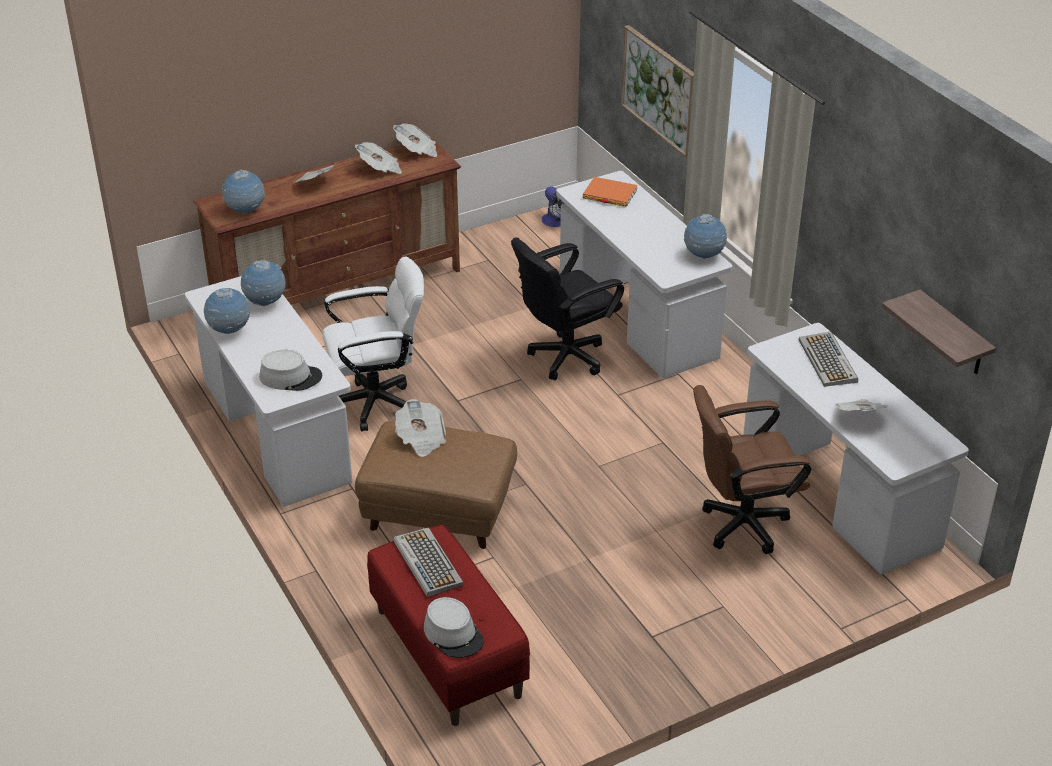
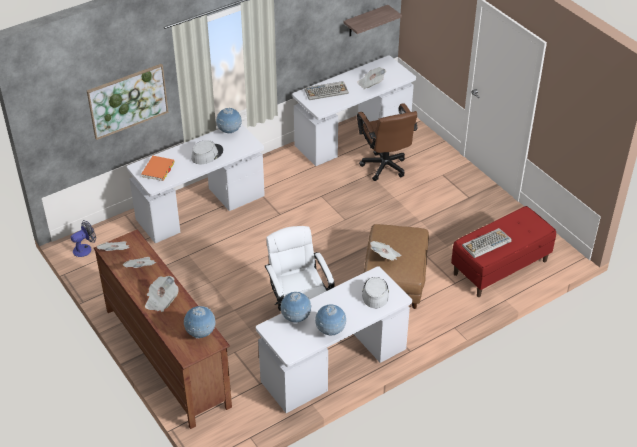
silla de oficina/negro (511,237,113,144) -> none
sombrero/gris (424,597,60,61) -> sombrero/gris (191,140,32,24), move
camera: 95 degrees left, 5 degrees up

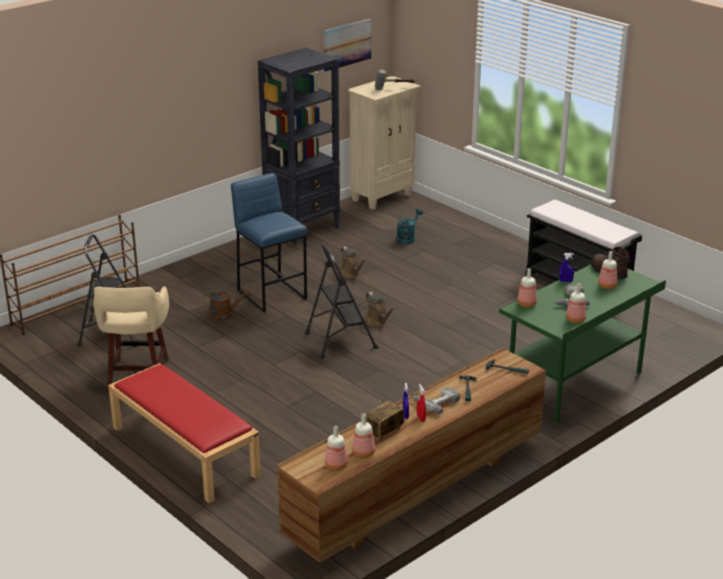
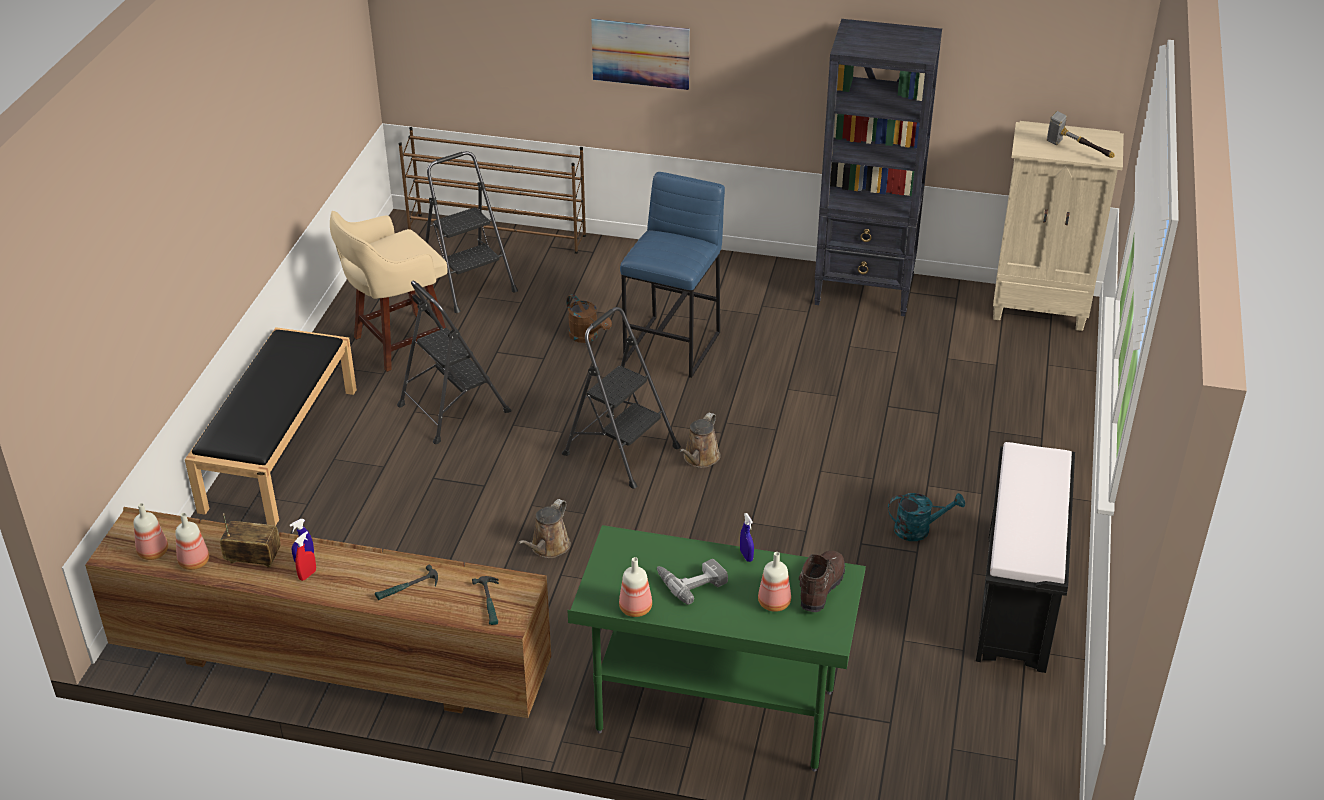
taladro (412,387,48,27) -> none
botella (517,268,20,39) -> none
none -> escalera de tijera/negro (397,281,115,163)
cuadro (323,19,48,53) -> cuadro (591,19,99,71), move
regadera/marrón (340,246,26,32) -> regadera/marrón (518,499,53,59), move
regadera/turquesa (396,209,27,35) -> regadera/turquesa (888,493,77,48), move
banco/rojo (108,363,153,140) -> banco/negro (185,327,172,199)
camera: 55 degrees right, 10 degrees up

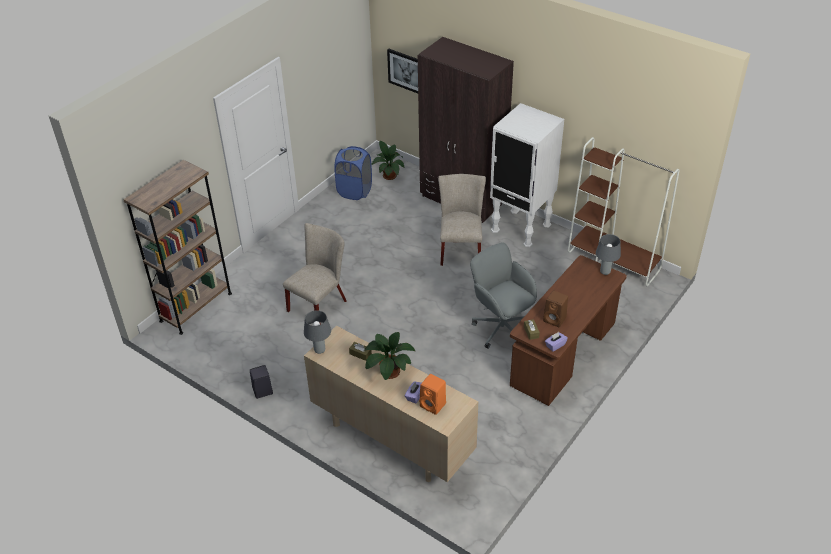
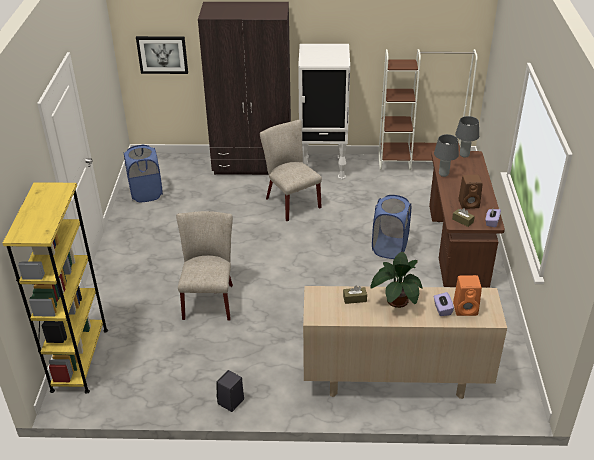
planta en maceta (371,141,33,39) -> none
lámpara de mesa/gris (304,310,27,44) -> lámpara de mesa/gris (434,134,25,43), move
silla de oficina/gris (470,242,67,107) -> cesto de la ropa/azul (372,195,39,64)
estantería/marrón (123,160,109,175) -> estantería/amarillo (3,182,105,212)
camera: 35 degrees left, 5 degrees down

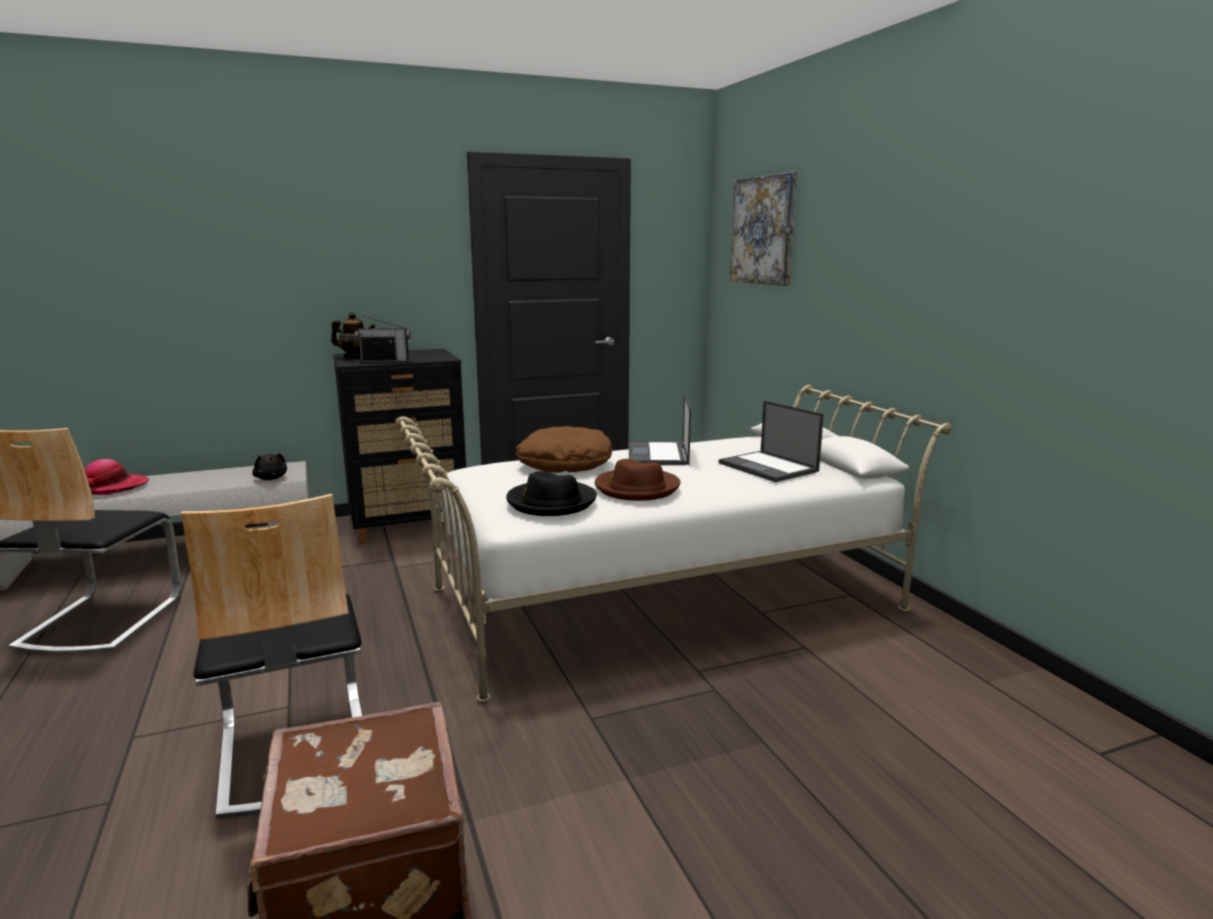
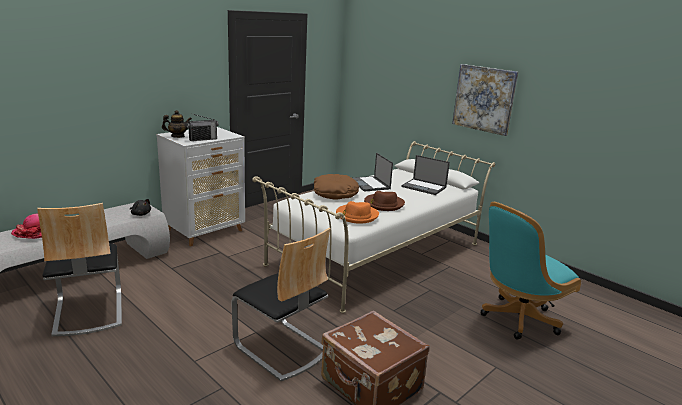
none -> silla de oficina/turquesa (481,202,100,138)
cuadro (730,172,67,114) -> cuadro (452,64,66,72), move
cómoda/negro (333,349,133,195) -> cómoda/blanco (156,127,89,119)
sombrero/negro (506,471,91,45) -> sombrero/naranja (336,201,43,23)
camera: 25 degrees left, 5 degrees up

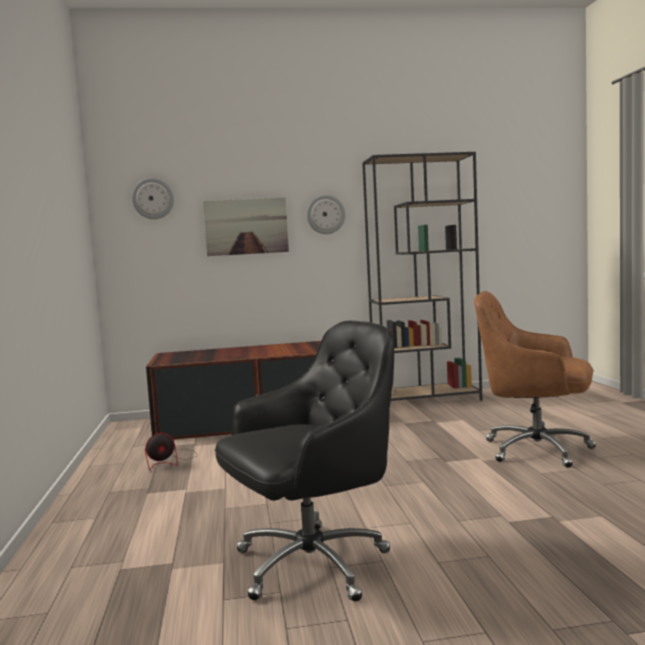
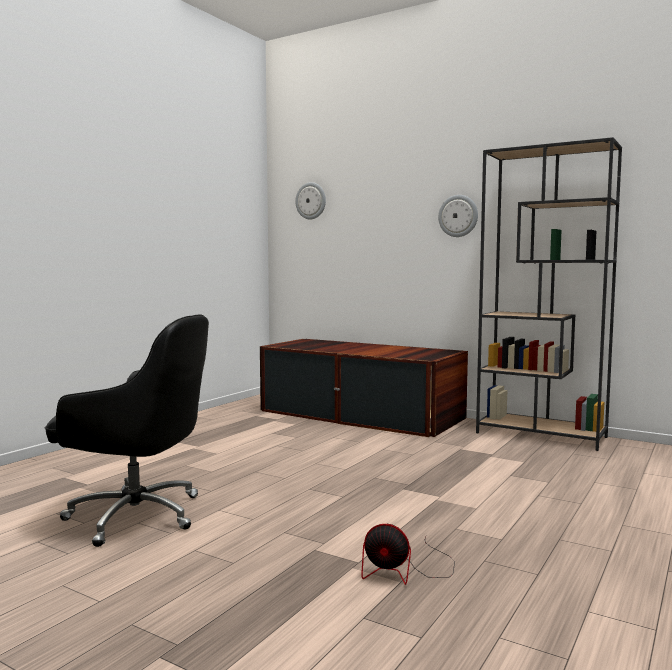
cuadro (203,197,86,59) -> none
silla de oficina/marrón (474,291,122,177) -> none
ventilador (145,433,53,37) -> ventilador (361,524,94,61), move
camera: 40 degrees right, 0 degrees up

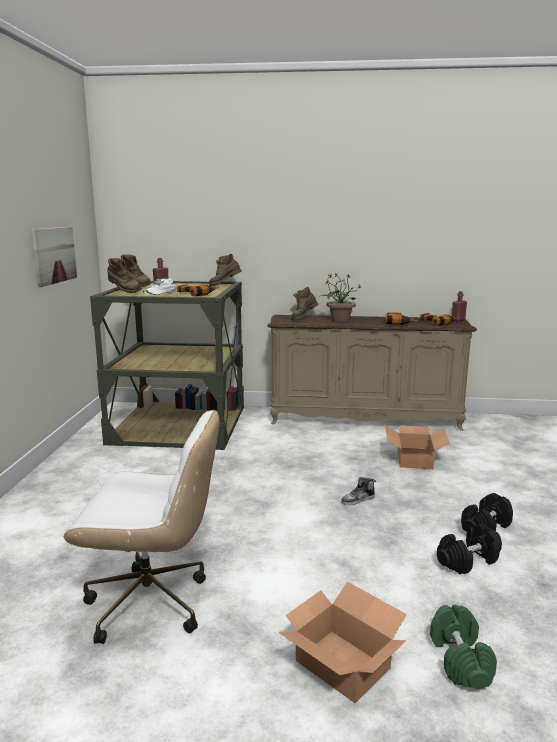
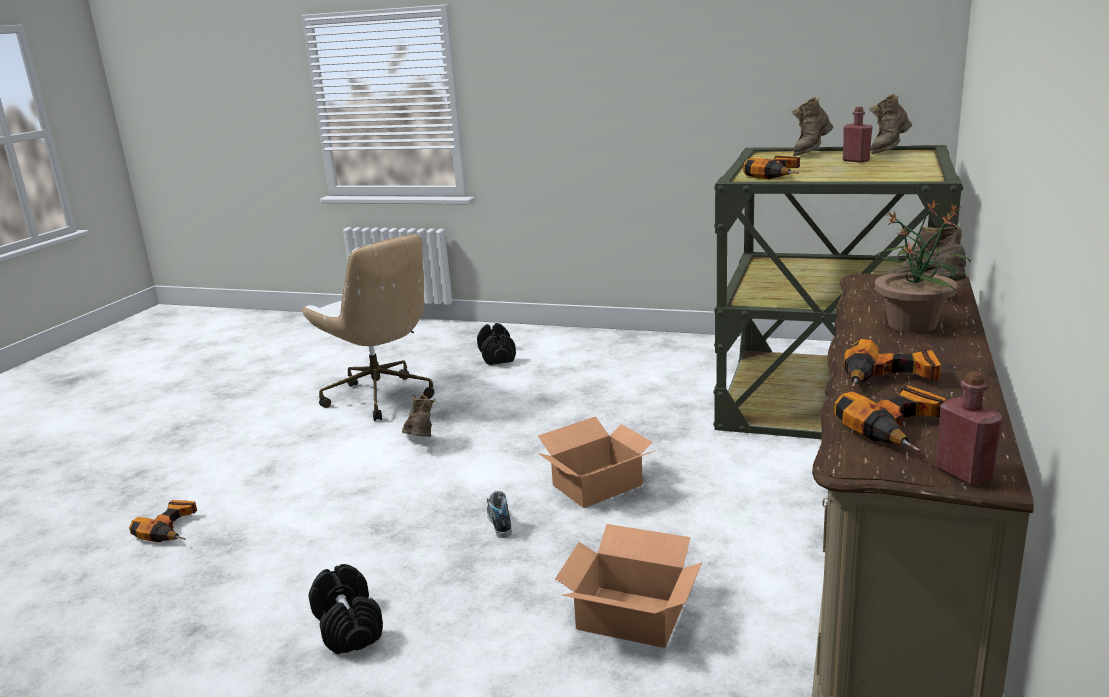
cuadro (32,227,45,60) -> none
gorra/blanco (143,278,34,17) -> none
bota/marrón (209,254,33,32) -> bota/marrón (402,395,33,42), move
caja de cartón (279,582,128,121) -> caja de cartón (538,416,116,92), move
mancuerna/negro (437,524,65,50) -> mancuerna/negro (477,323,39,42), move
mancuerna/verde (430,605,67,84) -> taladro (129,500,68,42)
silla de oficina/blanco (64,410,155,234) -> silla de oficina/blanco (302,234,132,187), 60 degrees counterclockwise
camera: 105 degrees right, 5 degrees up

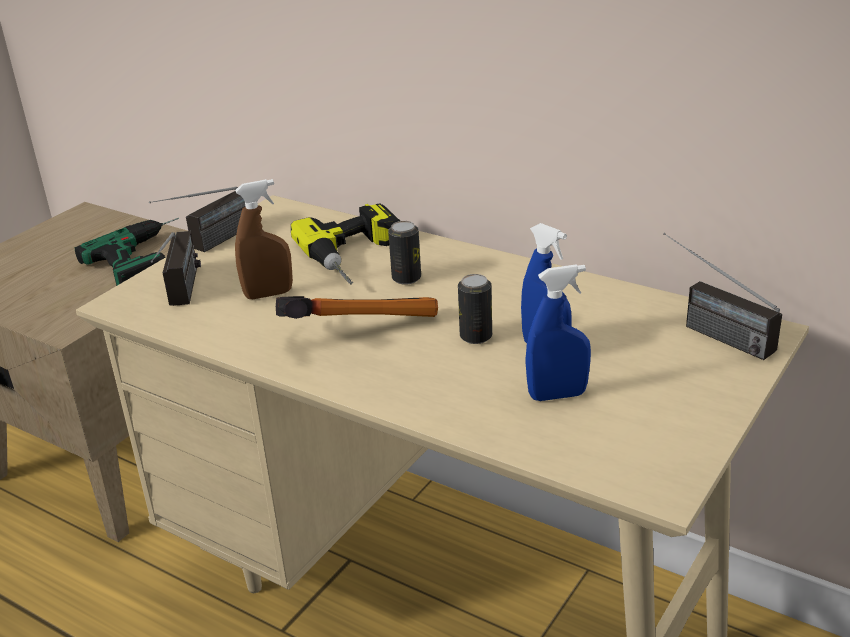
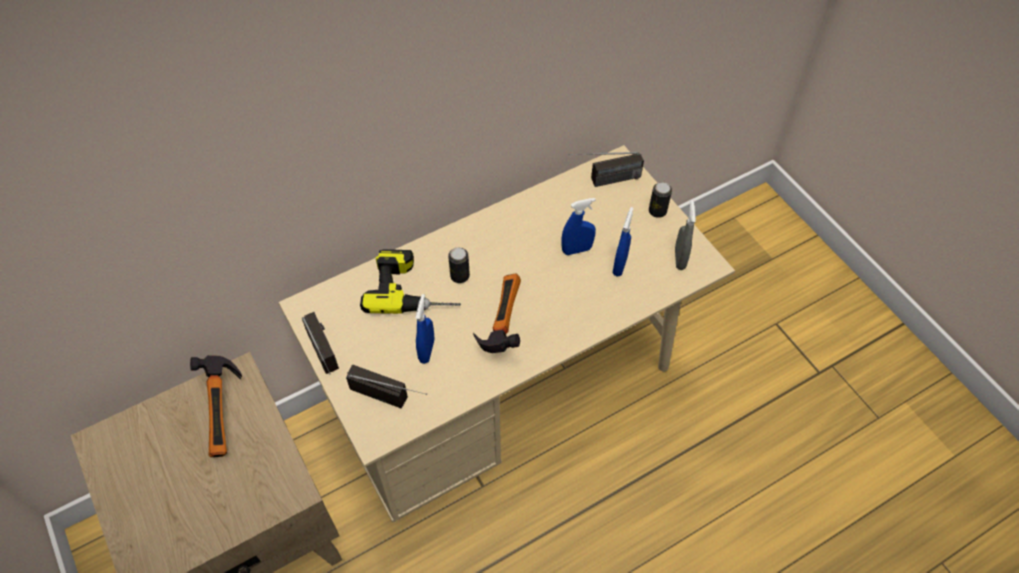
none -> pulverizador/gris (675,200,21,70)
lata (458,274,34,70) -> lata (649,182,23,36), move
taladro (75,218,104,68) -> martillo (190,355,52,102)
pulverizador/marrón (235,179,58,120) -> pulverizador/azul (415,294,19,70)
camera: 65 degrees left, 25 degrees up

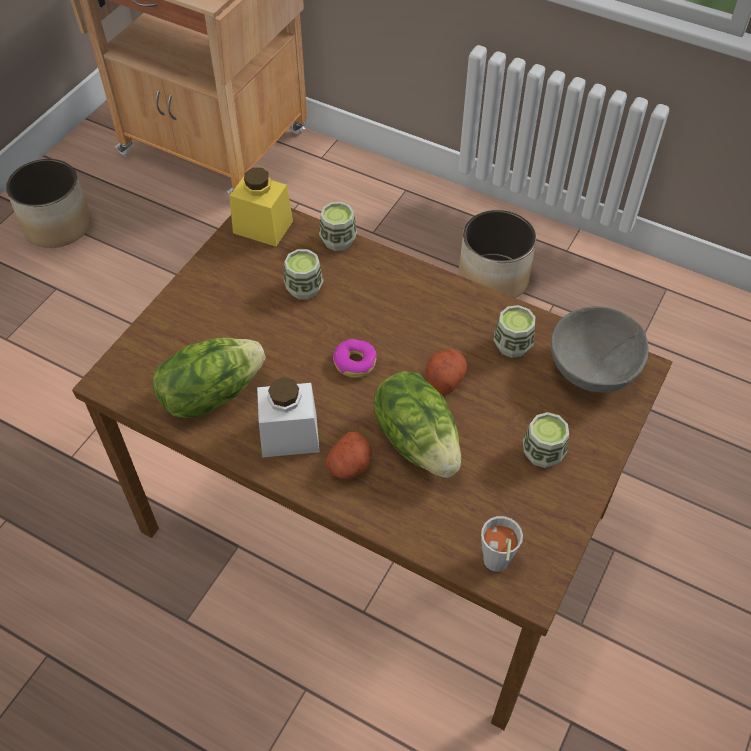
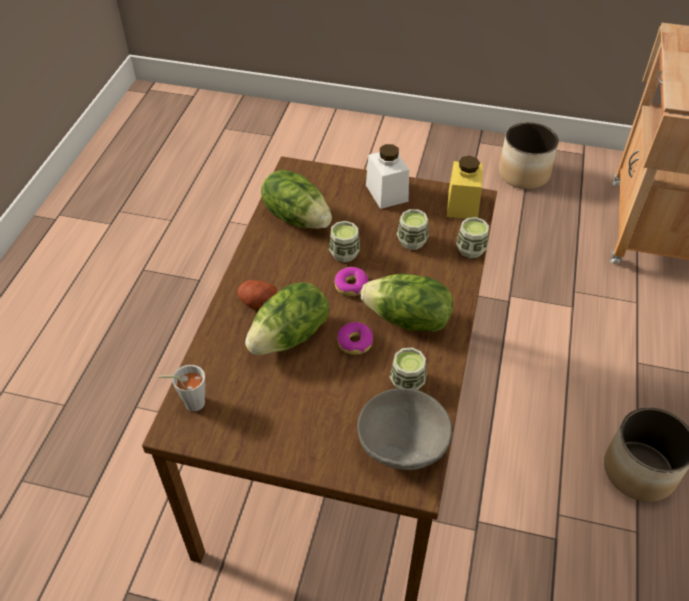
none -> lechuga (361,274,92,58)
tarro/blanco (257,377,63,80) -> tarro/blanco (366,144,43,65), move
taza (523,412,46,56) -> taza (329,221,31,41), move
patata (425,349,42,45) -> rosquilla (337,322,36,33)
camera: 75 degrees right, 5 degrees down

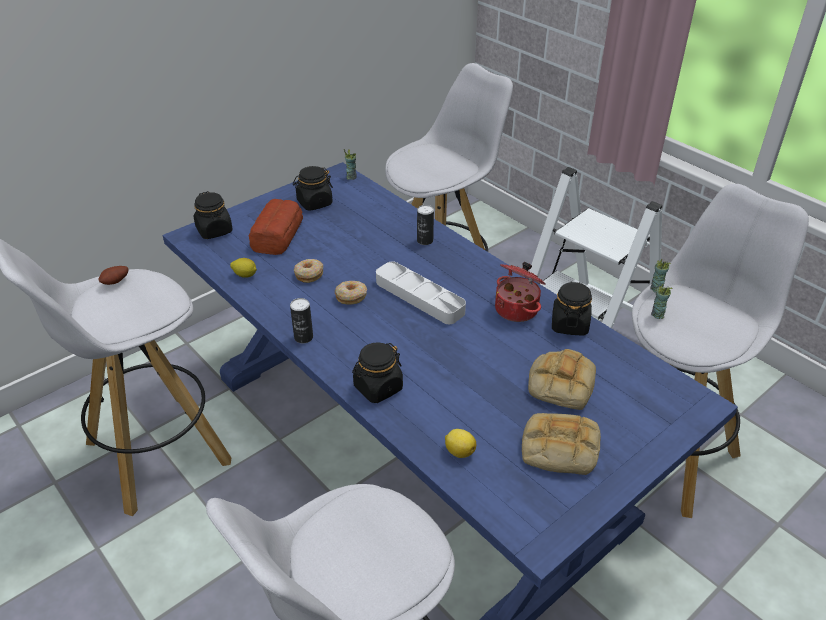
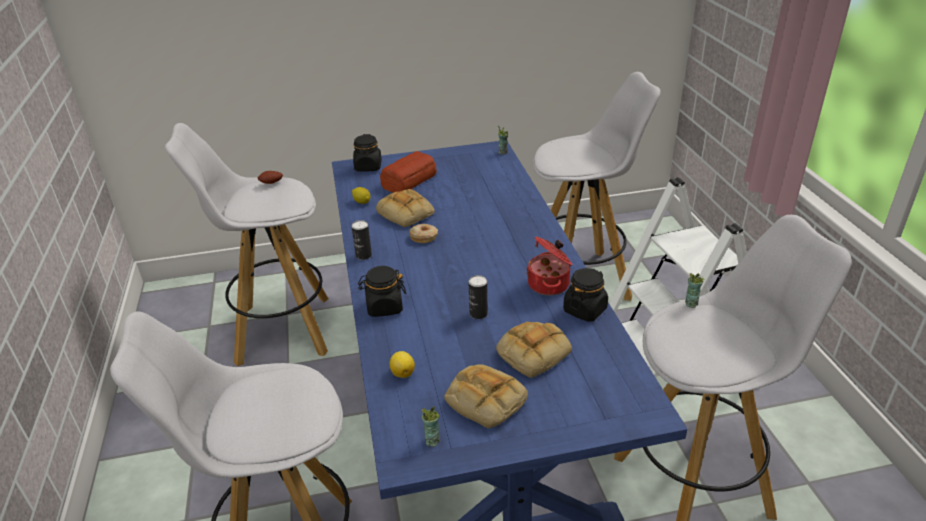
tarro/negro (293,166,40,45) -> none
bandeja/gris (376,261,90,63) -> none
lata (417,205,17,40) -> lata (469,275,19,44), move
taza (651,284,22,35) -> taza (422,407,18,40), move
rosquilla (294,259,29,24) -> pan (376,189,59,38)
camera: 30 degrees right, 5 degrees down

